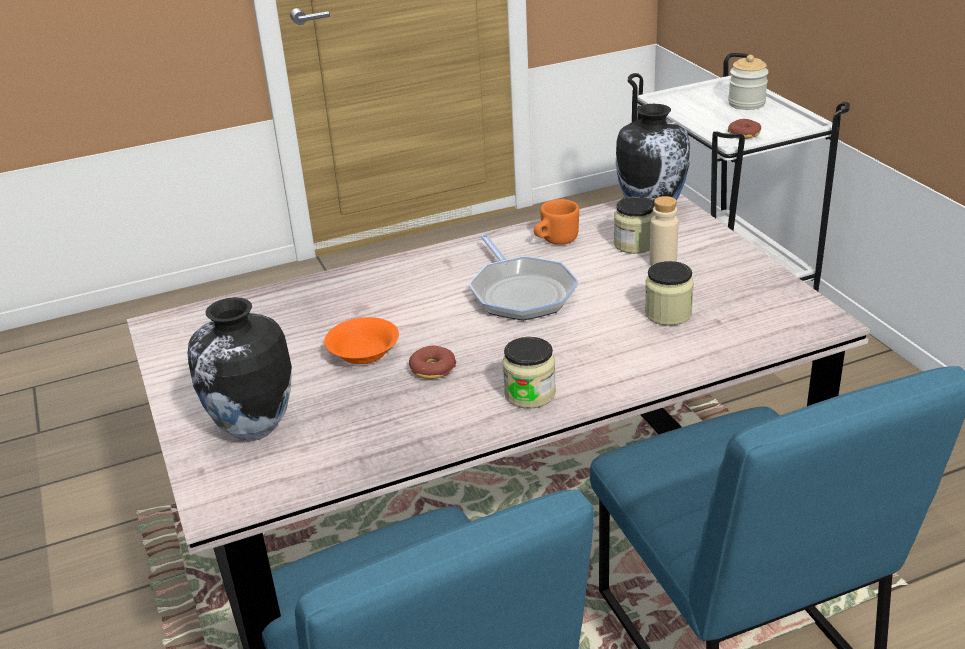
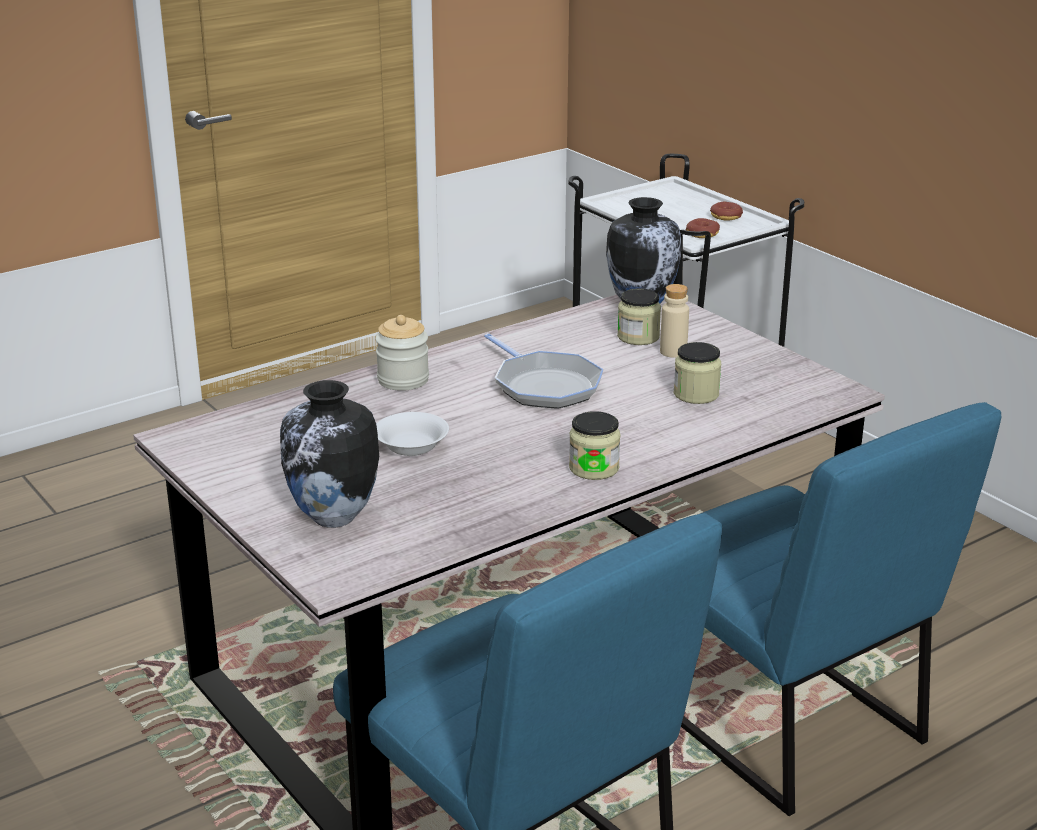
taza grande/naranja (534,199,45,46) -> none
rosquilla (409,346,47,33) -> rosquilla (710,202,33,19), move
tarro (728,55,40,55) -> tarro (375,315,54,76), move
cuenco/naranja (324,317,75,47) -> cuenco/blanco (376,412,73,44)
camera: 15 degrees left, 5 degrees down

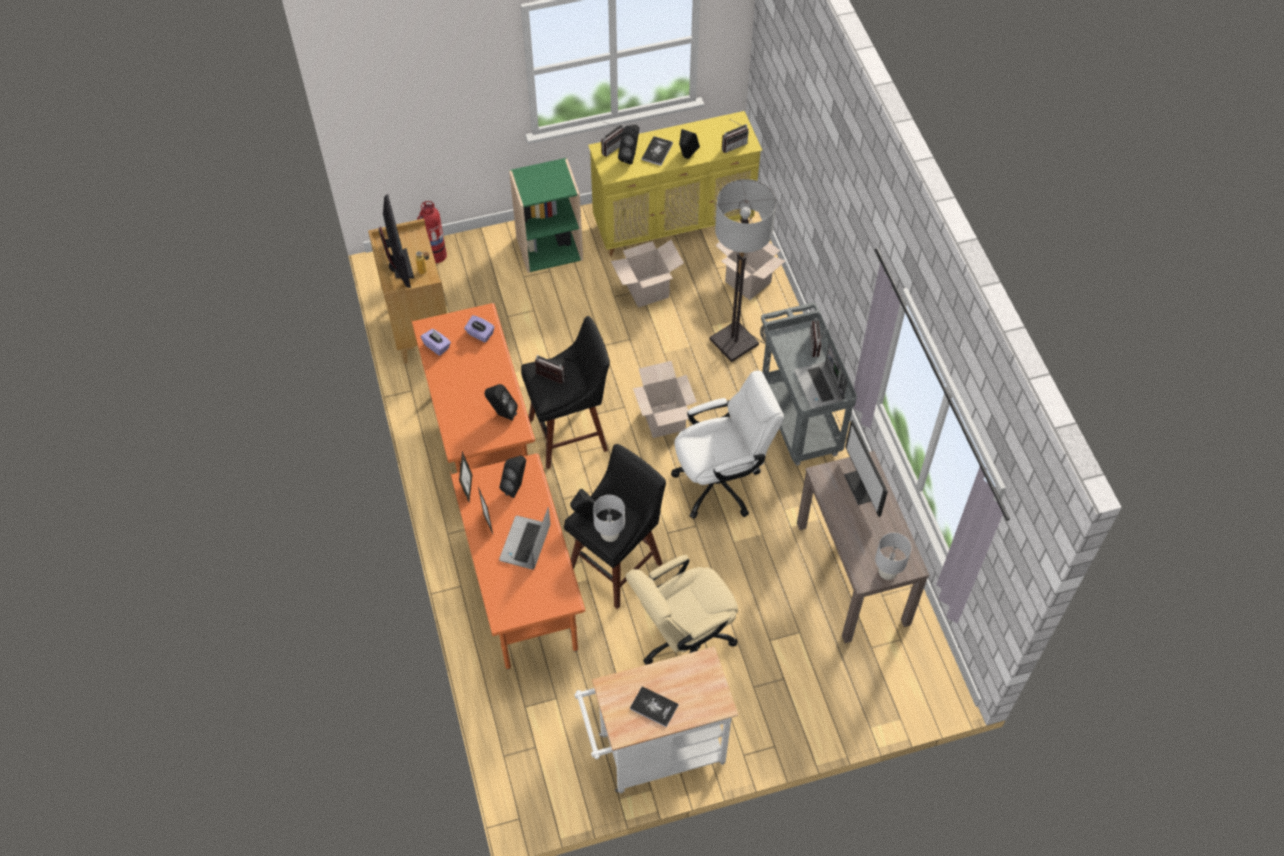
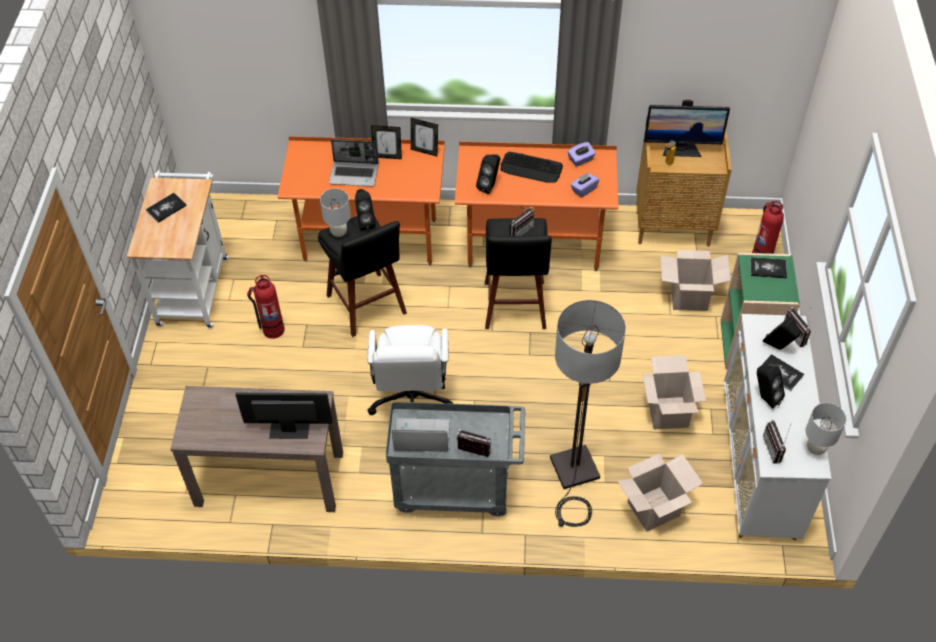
altavoz/negro (500,456,26,42) -> none
none -> teclado (501,152,62,31)
none -> libro (750,257,37,22)
caja de cartón (633,361,64,77) -> caja de cartón (660,250,71,61), move
lámpara de mesa/gris (875,533,36,47) -> lámpara de mesa/gris (805,403,41,52), move
silla de oficina/beis (625,555,113,110) -> extintor (247,275,38,64)
armario/amarillo (588,111,174,145) -> armario/blanco (724,314,108,227)
portátil (499,507,52,63) -> portátil (329,139,50,48), 150 degrees clockwise
camera: 110 degrees right, 5 degrees down

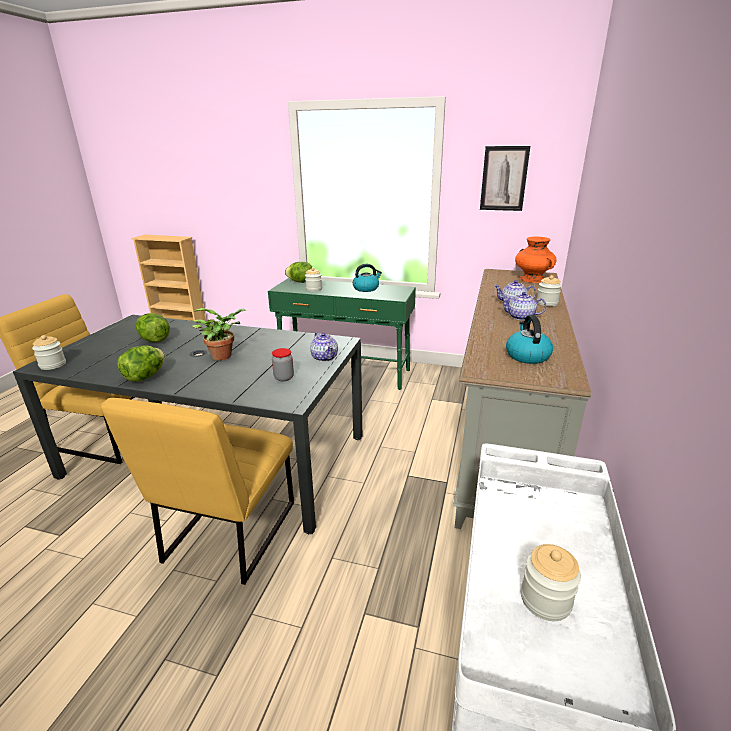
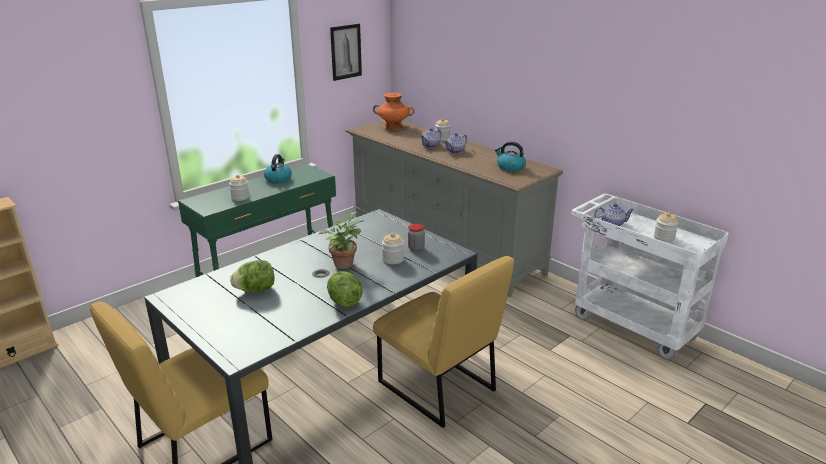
lechuga (285,262,27,21) -> none
tarro (32,335,34,35) -> tarro (382,233,22,31), move
tetera (310,332,28,30) -> tetera (594,203,41,23), move
camera: 60 degrees left, 0 degrees up

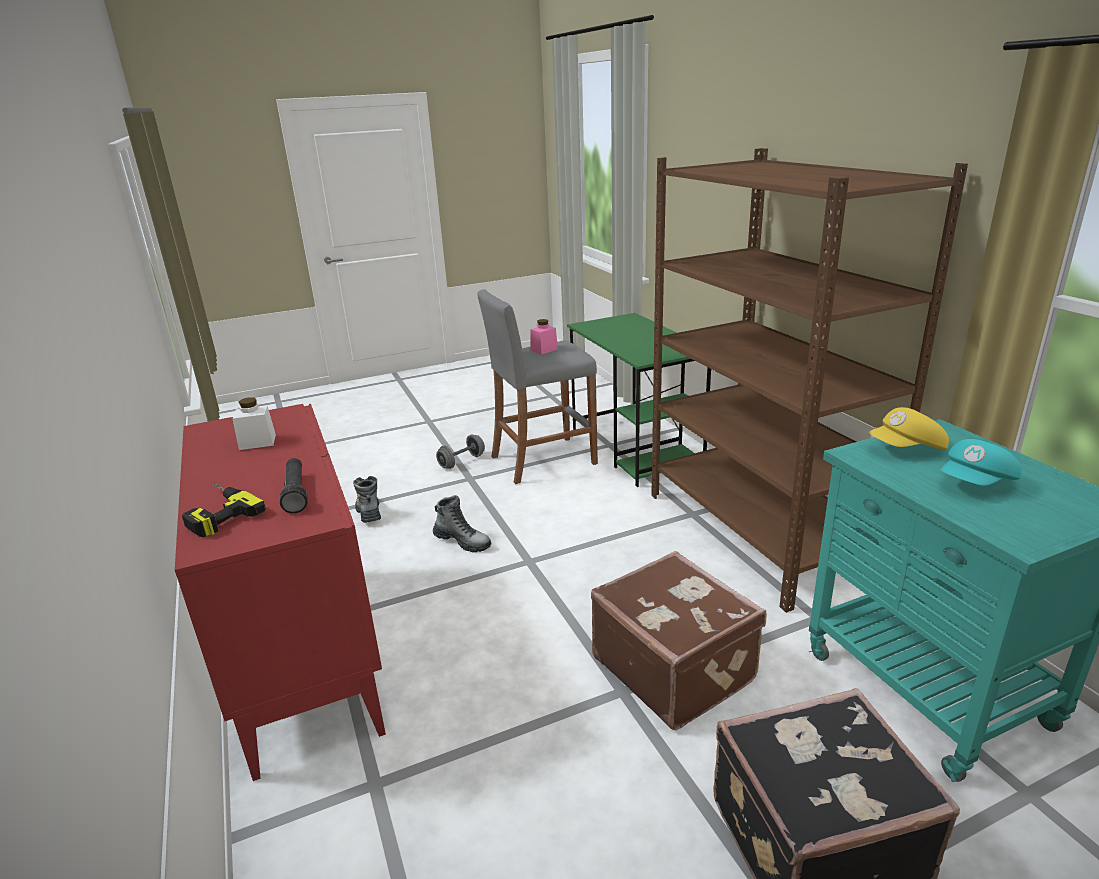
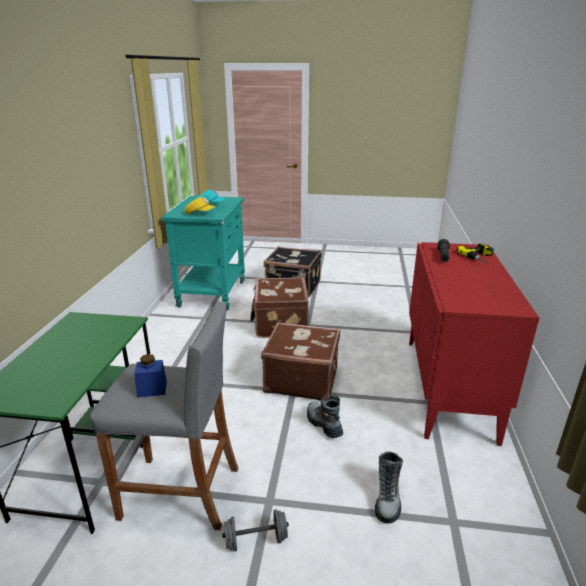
tarro/blanco (232,397,44,53) -> none
estantería/marrón (651,148,317,465) -> none
none -> maleta/marrón (261,322,79,79)
tarro/rosa (530,319,28,36) -> tarro/azul (134,354,33,44)
camera: 150 degrees left, 0 degrees up

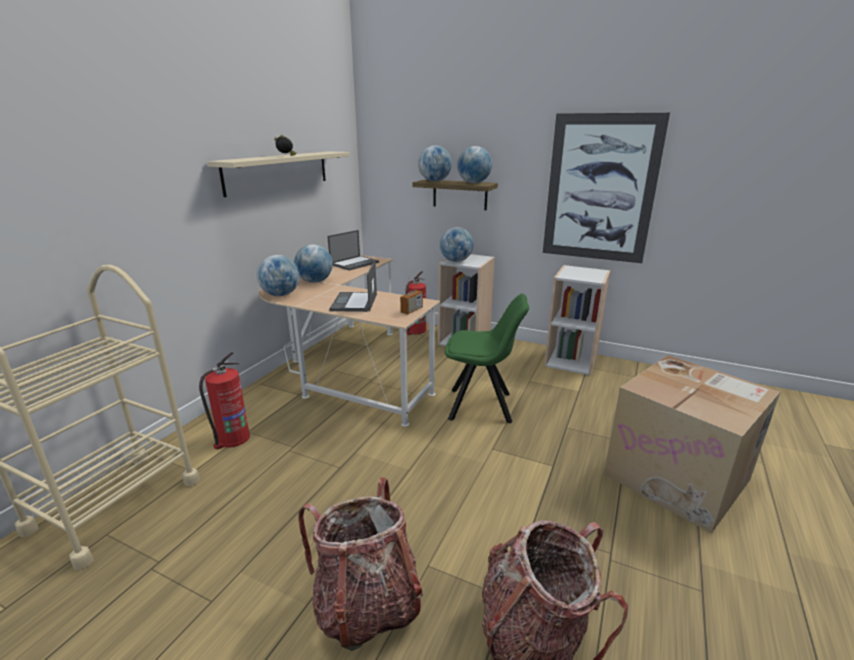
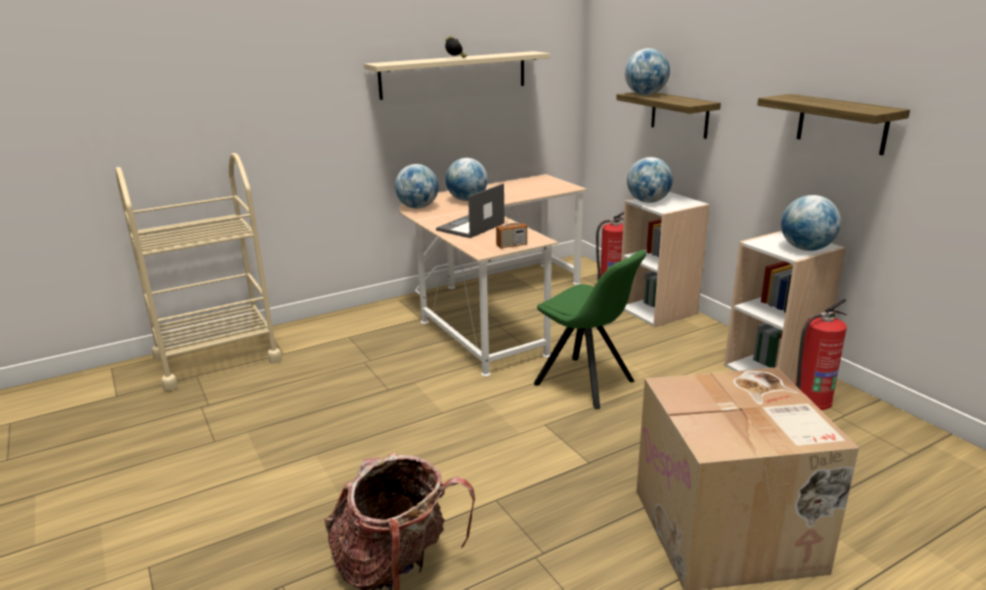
mochila (299,477,124,174) -> none
portátil (327,230,52,41) -> none
extintor (199,352,51,98) -> extintor (796,299,51,111), move
globo terráqueo (457,146,35,37) -> globo terráqueo (781,195,60,56), move
cuadro (543,113,127,150) -> estante (757,94,153,61)
camera: 35 degrees right, 0 degrees up

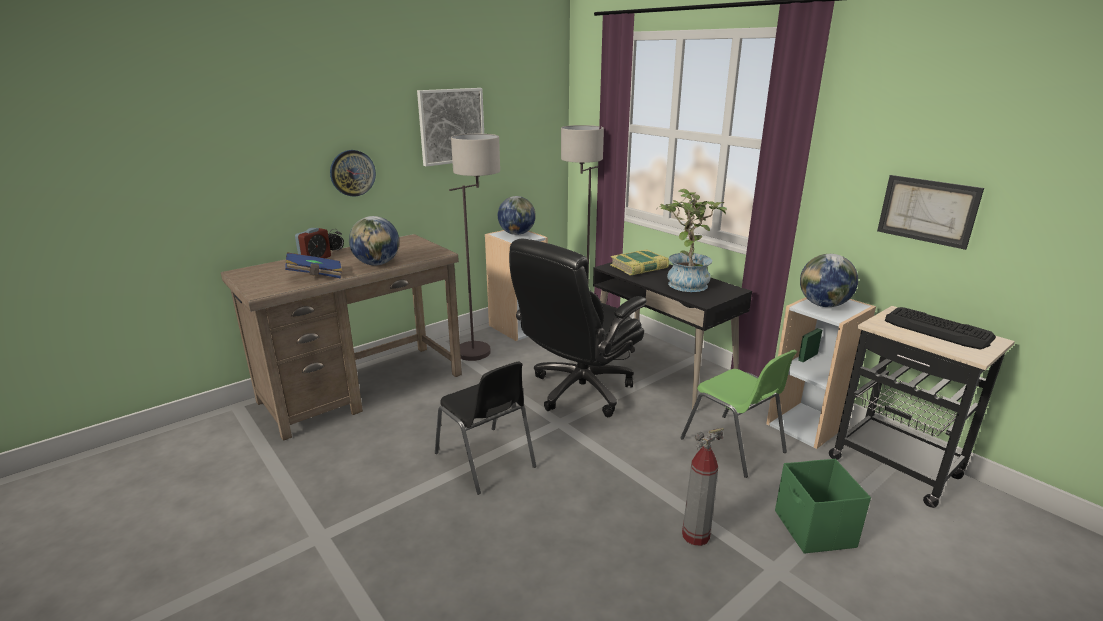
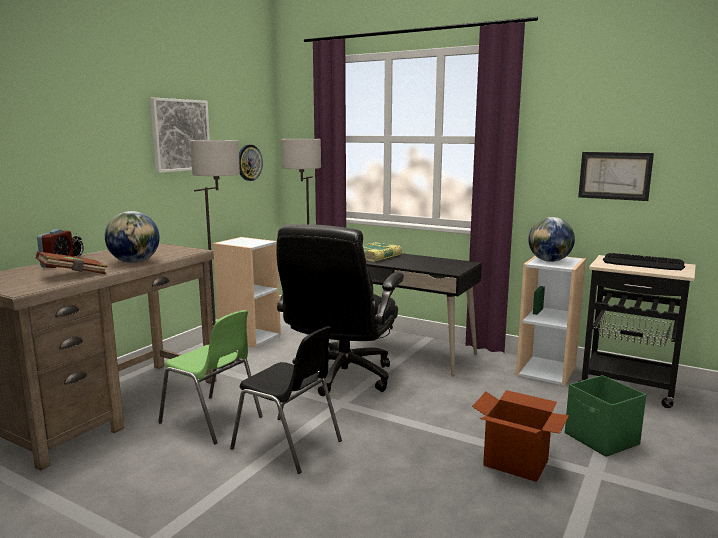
globo terráqueo (498,196,38,39) -> none
planta en maceta (660,189,67,103) -> none
reloj de pared (330,150,46,47) -> reloj de pared (239,145,24,36), move
silla/verde (680,350,117,128) -> silla/verde (158,310,105,134), move
extintor (682,428,42,118) -> caja de cartón (472,390,97,92)
libro/azul (285,252,58,27) -> libro/marrón (36,251,72,23)
camera: 20 degrees left, 10 degrees down

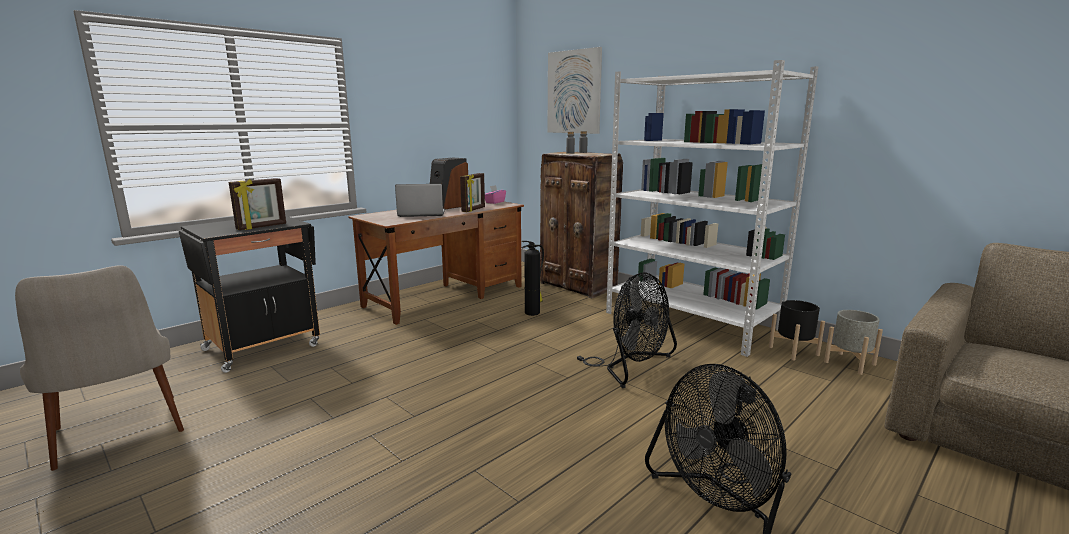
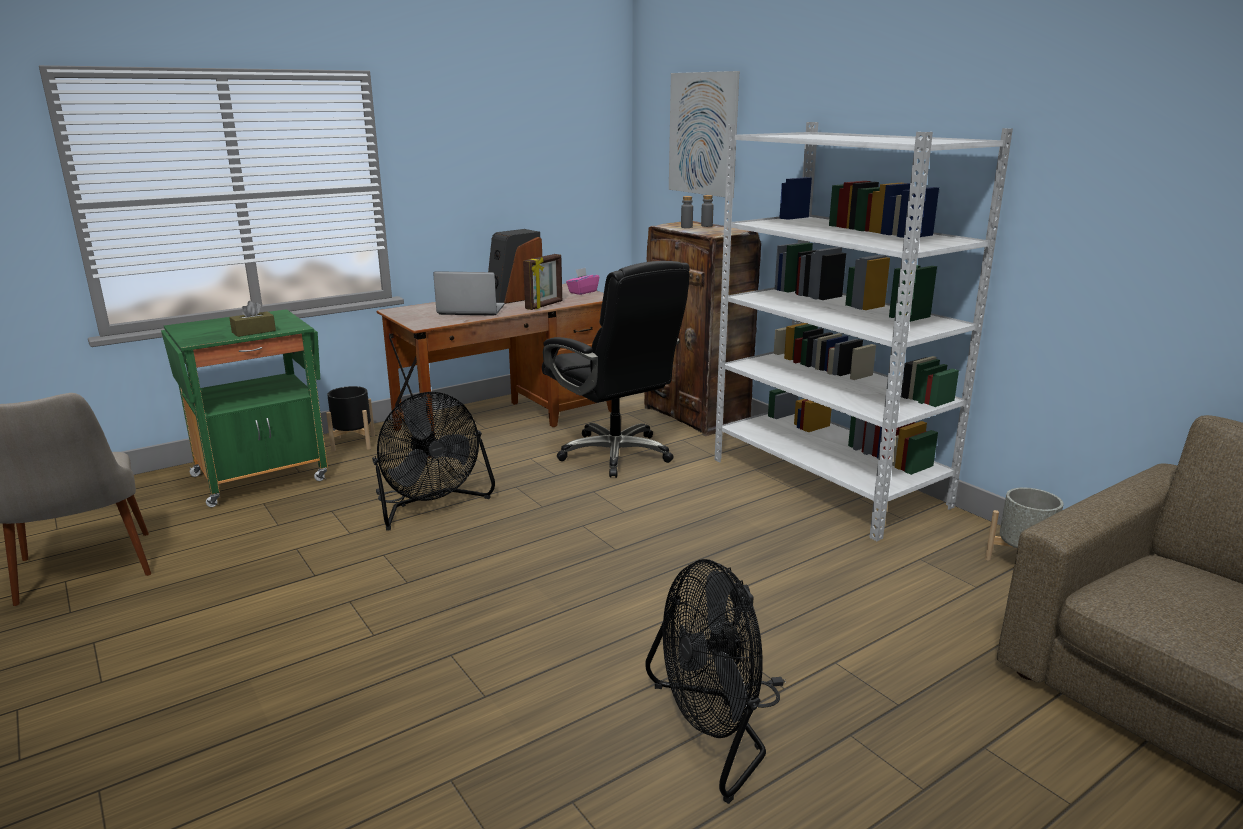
ventilador/negro (577,272,100,116) -> ventilador/negro (372,392,123,139), move
maceta/negro (769,300,56,60) -> maceta/negro (326,386,49,66), move
portarretratos (229,178,57,52) -> caja de pañuelos/marrón (229,301,47,36)
extintor (521,241,23,75) -> silla de oficina/negro (542,261,148,217)
carrito/negro (178,216,142,157) -> carrito/verde (161,309,167,198)
camera: 10 degrees right, 5 degrees up

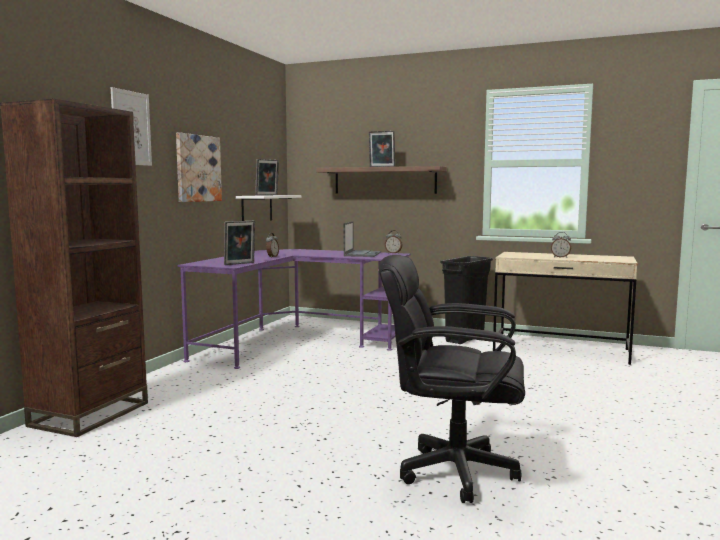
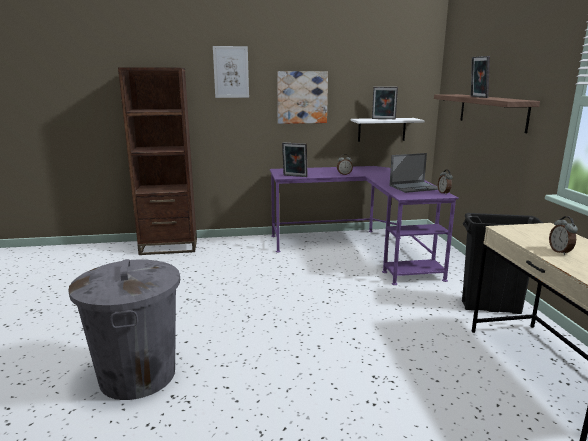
silla de oficina/negro (379,255,146,248) -> papelera/gris (68,259,112,141)
camera: 60 degrees right, 10 degrees up

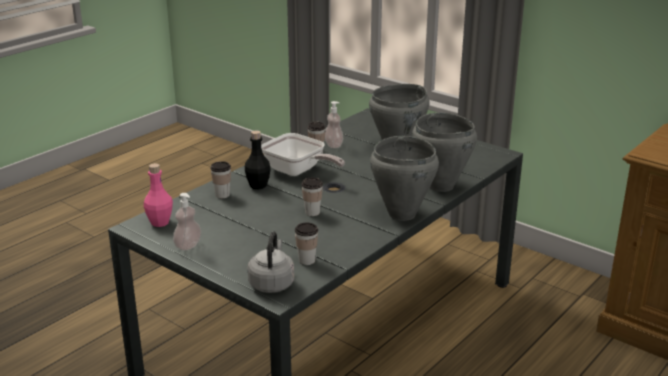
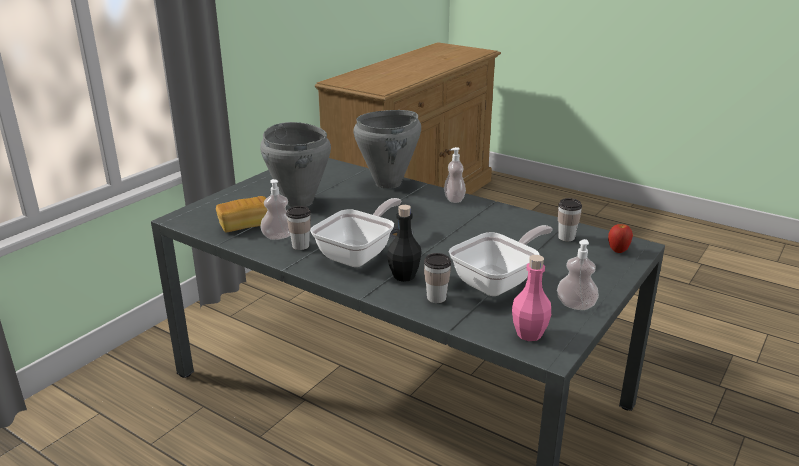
taza (302,178,21,38) -> none
none -> pan (216,196,51,36)
none -> sartén (448,225,105,71)
hervidor/gris (248,231,46,62) -> manzana (608,224,25,29)
olla/gris (370,136,69,85) -> dispensador de jabón (444,147,22,56)
camera: 95 degrees left, 0 degrees up

